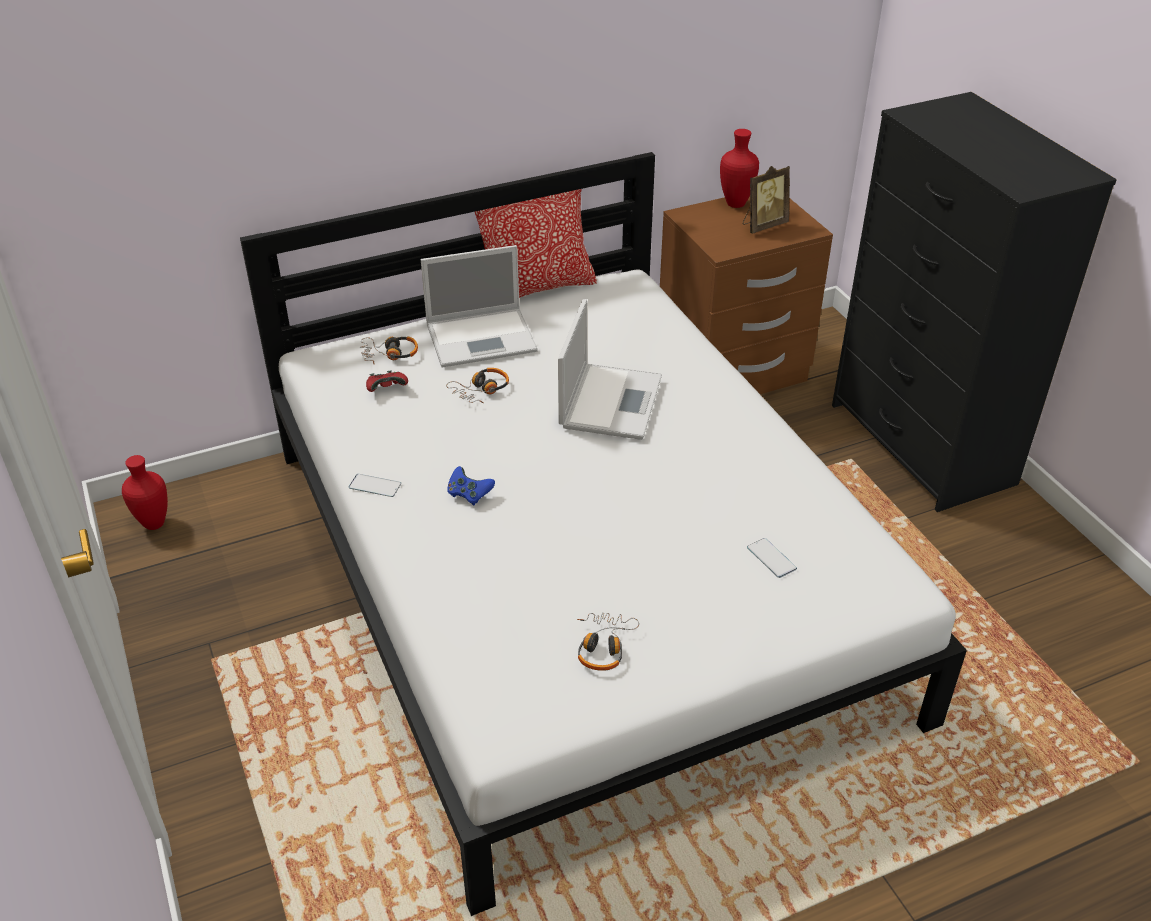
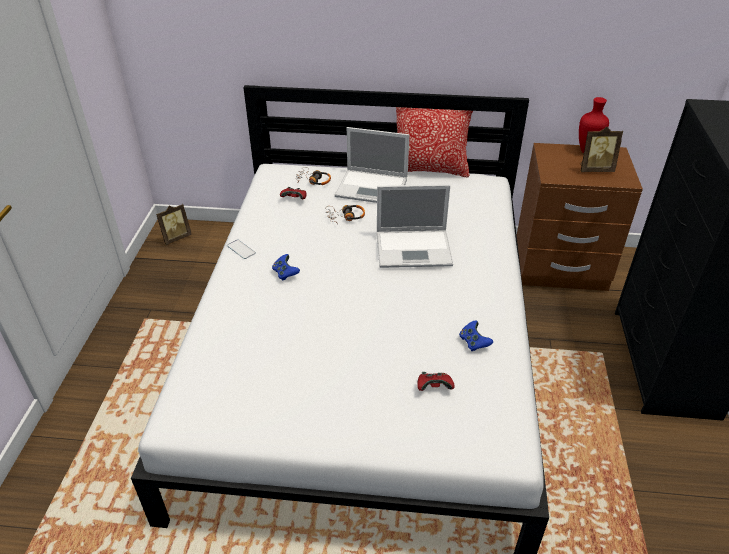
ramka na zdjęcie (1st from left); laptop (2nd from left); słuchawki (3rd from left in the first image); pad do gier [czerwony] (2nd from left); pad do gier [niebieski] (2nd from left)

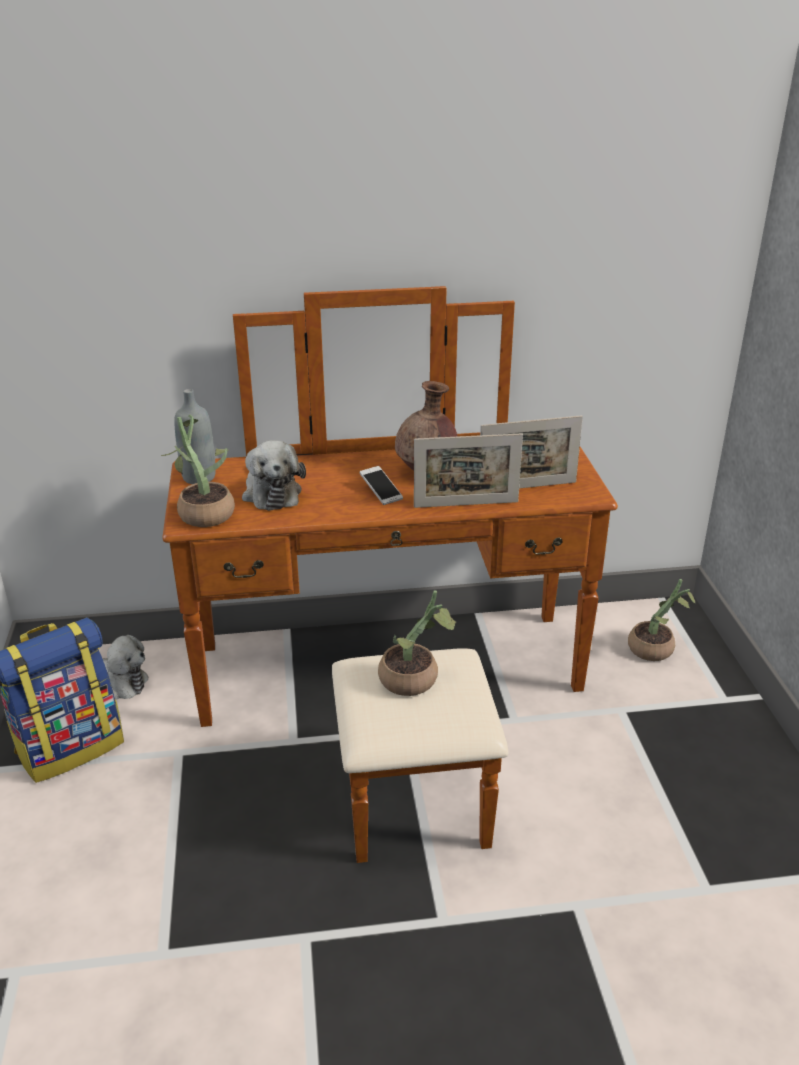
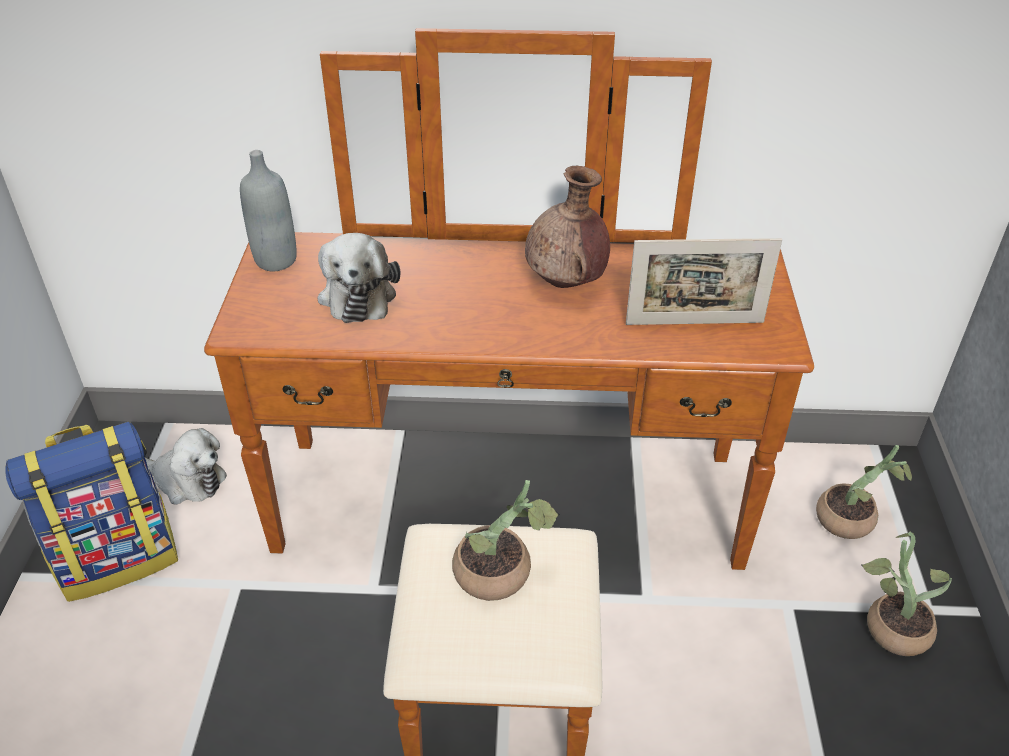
roślina doniczkowa (3rd from left); telefon; ramka na zdjęcie (1st from left in the first image)

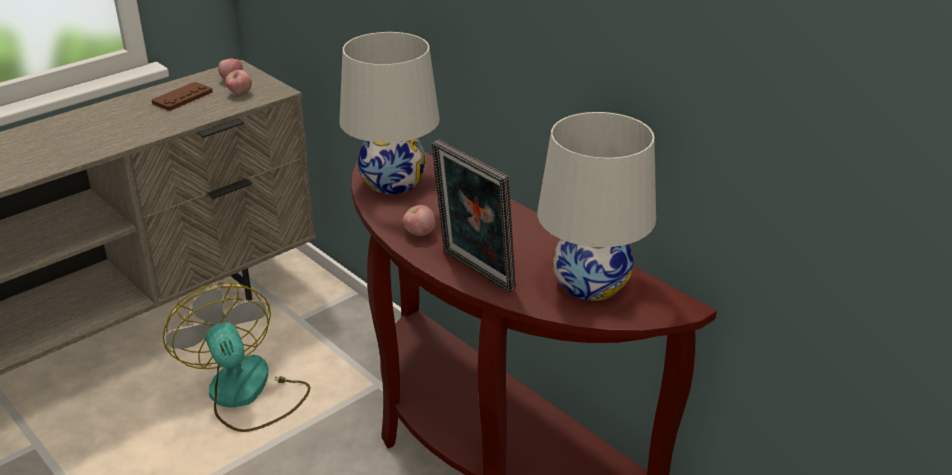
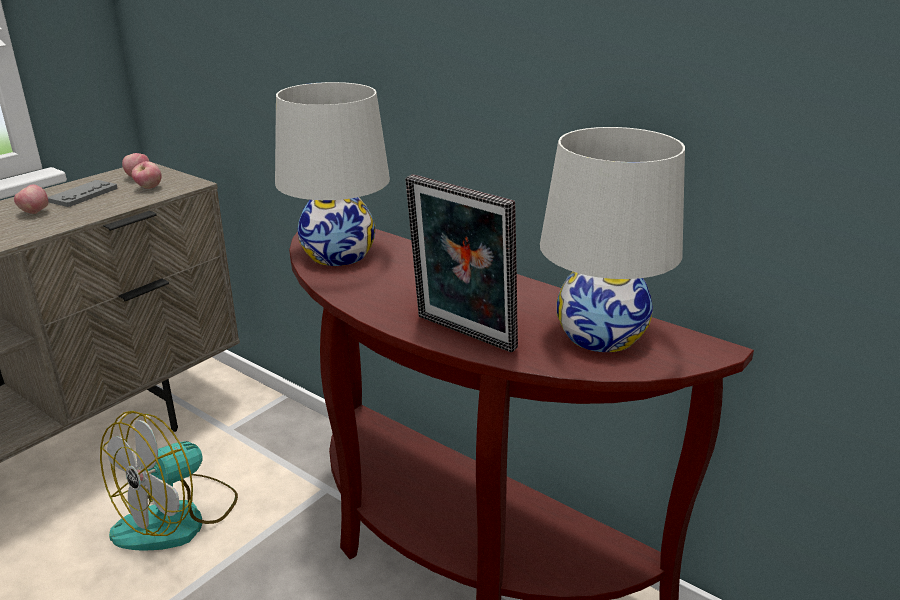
pad do gier [szary]; wentylator; jabłko (1st from left)

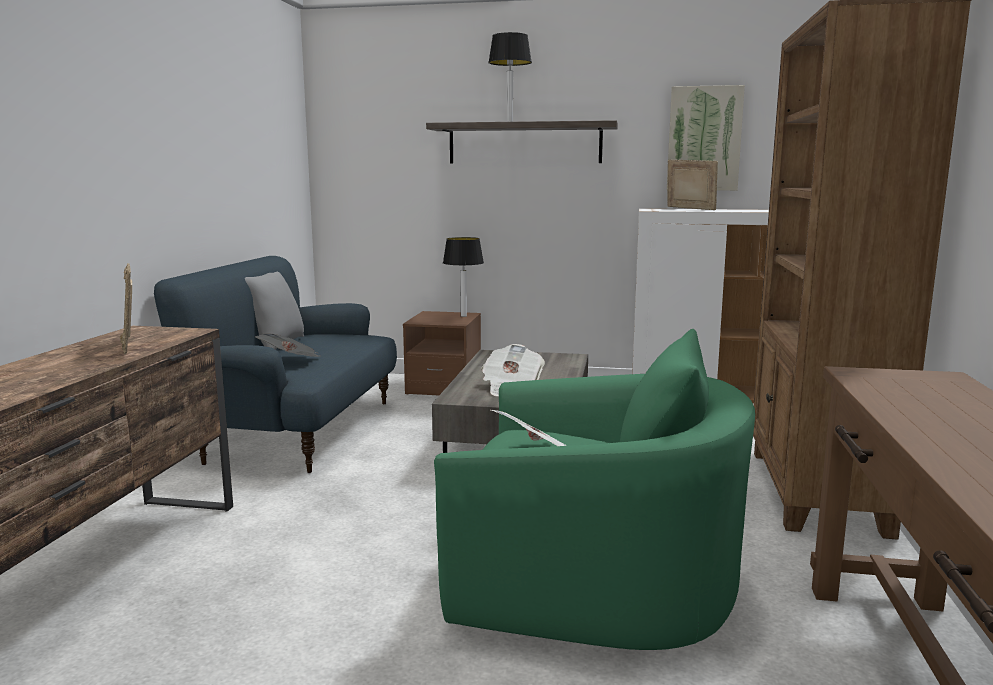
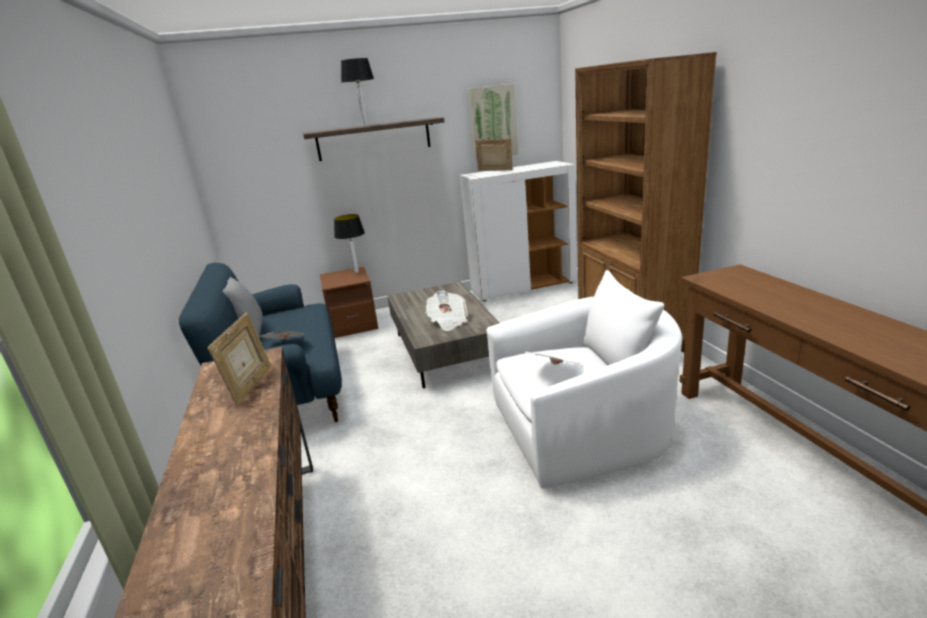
ramka na zdjęcie (1st from left); fotel [biały]

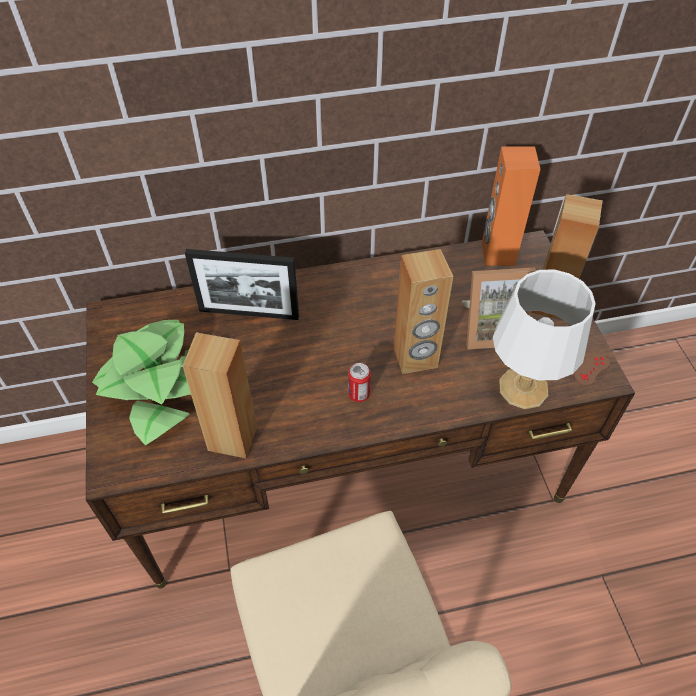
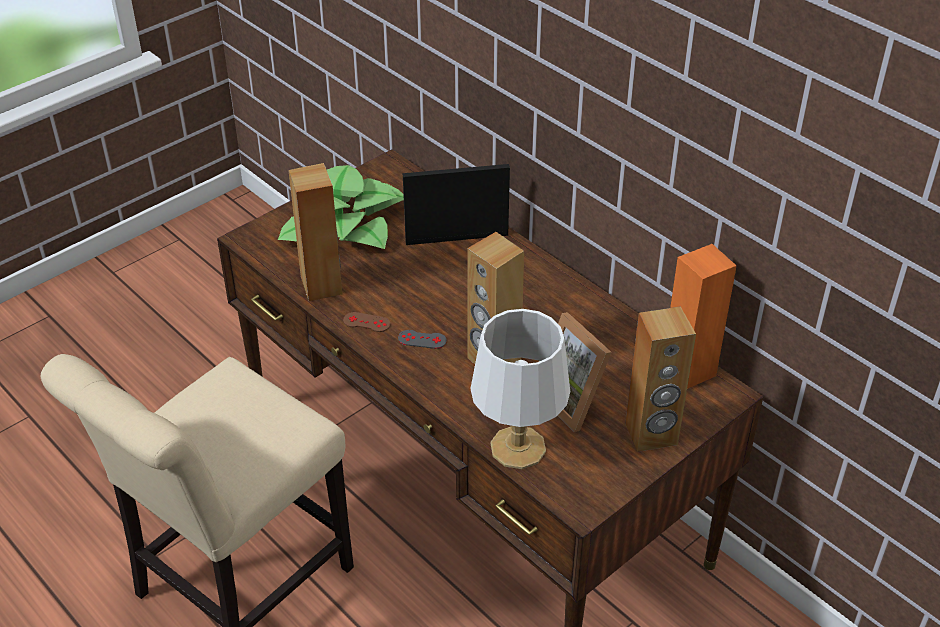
ramka na zdjęcie (1st from left); pad do gier [szary]; pad do gier [brązowy]

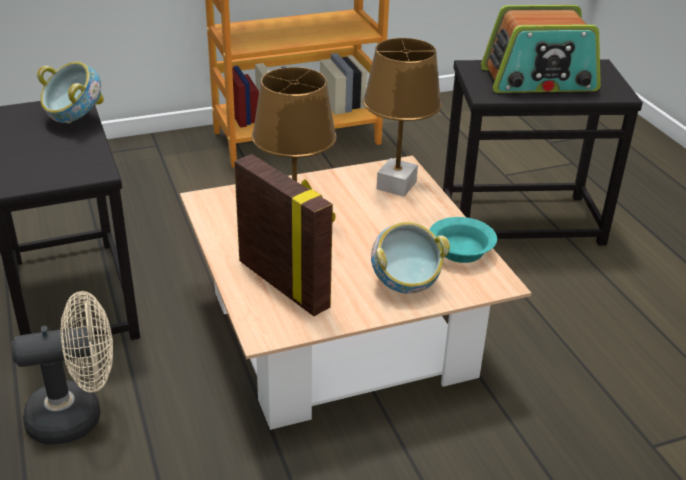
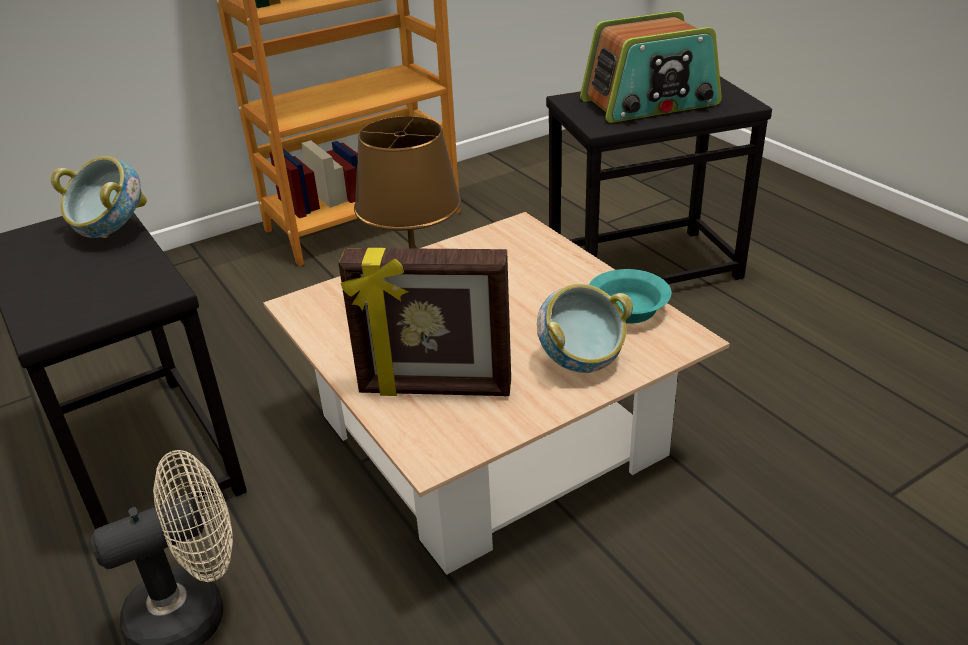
ramka na zdjęcie; lampa stołowa [brązowy] (2nd from left in the first image)

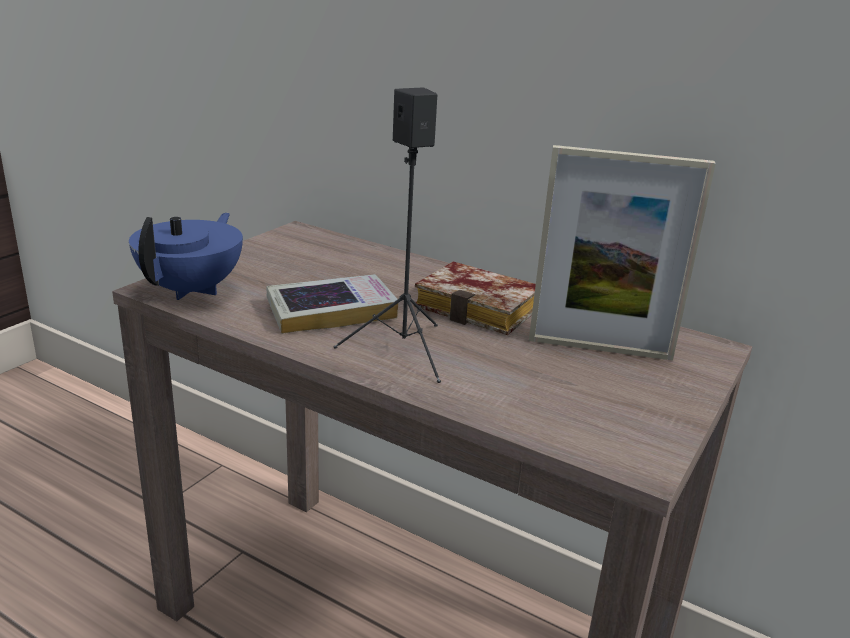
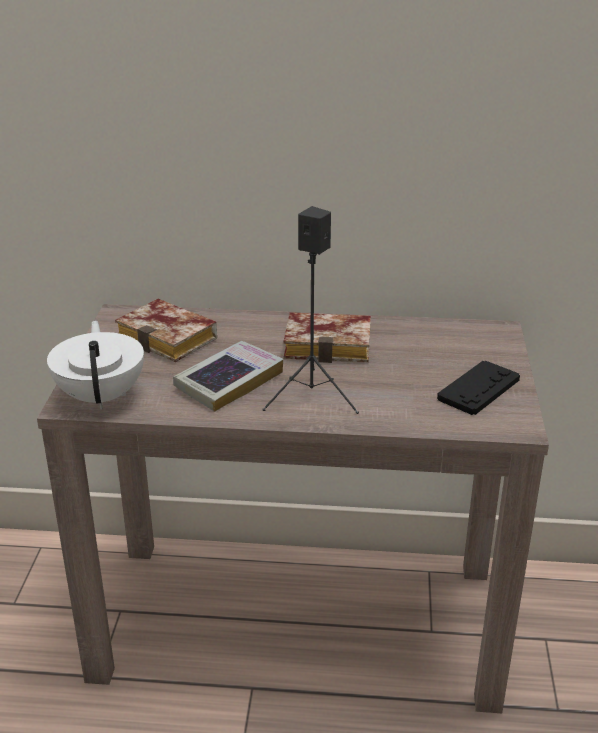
imbryk [biały]; ramka na zdjęcie; książka (1st from left); pad do gier [czarny]

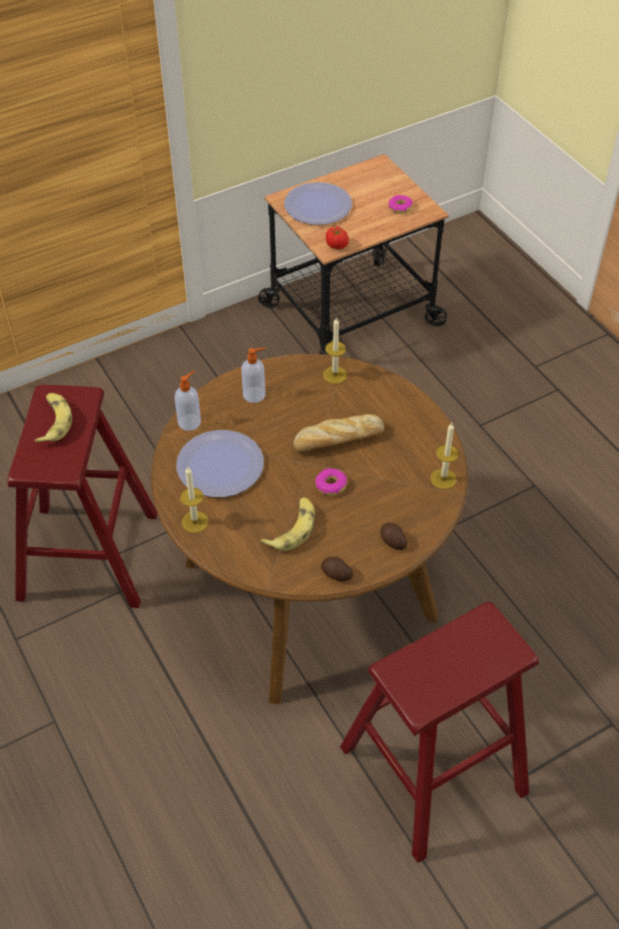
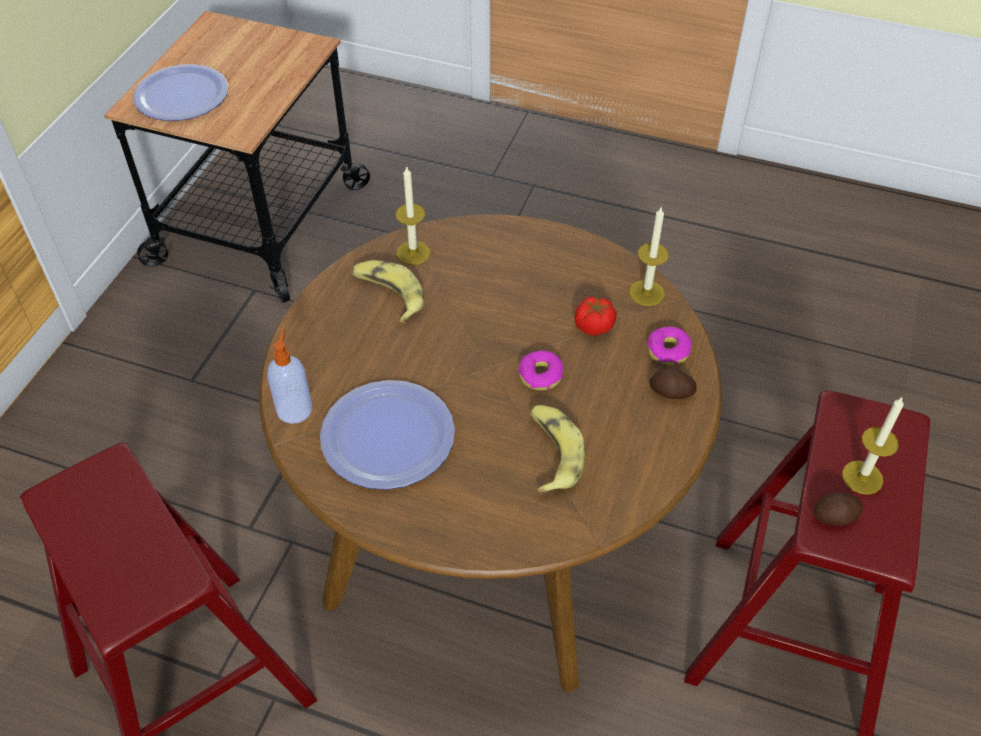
banan (1st from left); świeca (3rd from left); dozownik mydła (2nd from left in the first image); chleb; ziemniak (2nd from left); pomidor; donut (2nd from left)

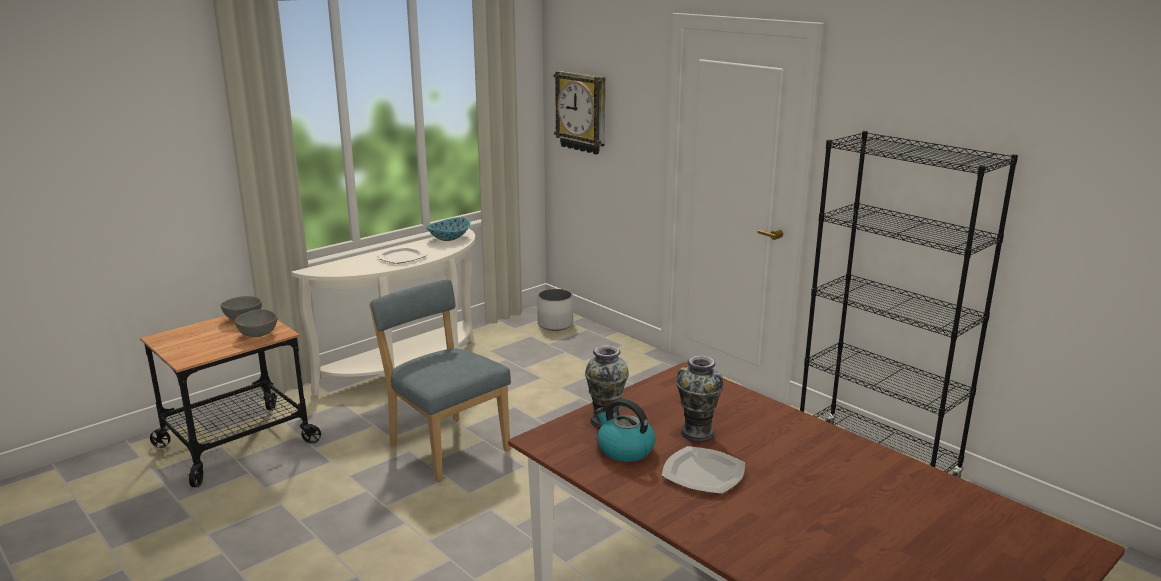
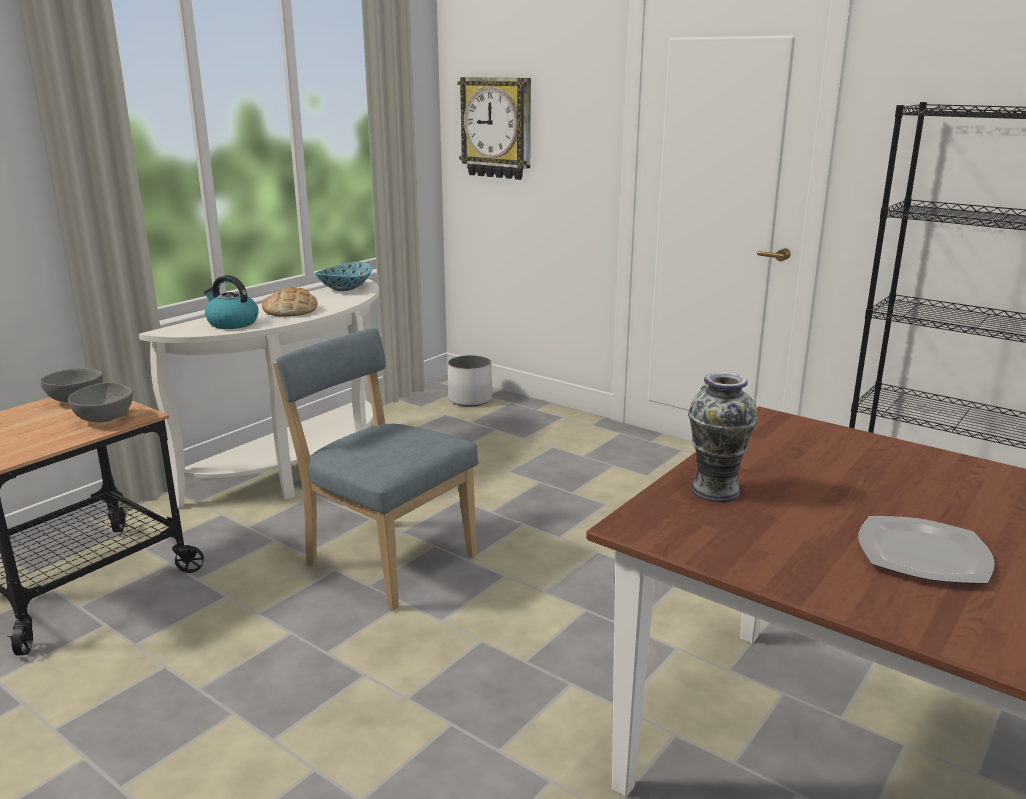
chleb; czajnik; wazon (2nd from left in the first image)

